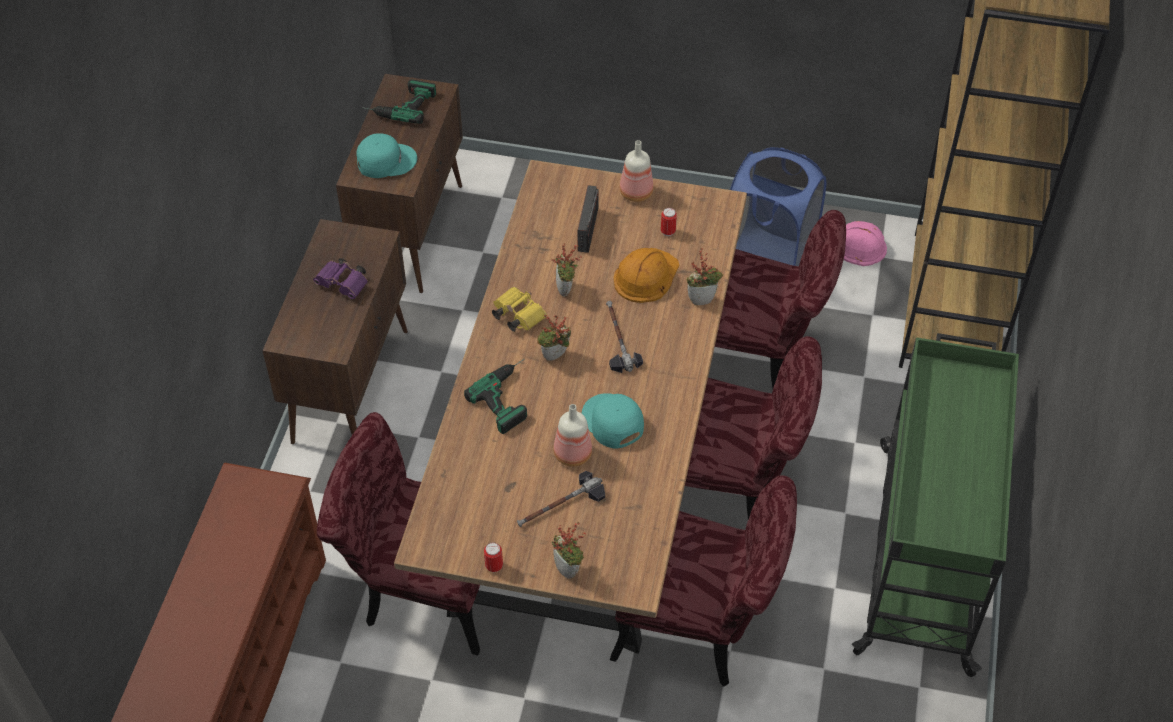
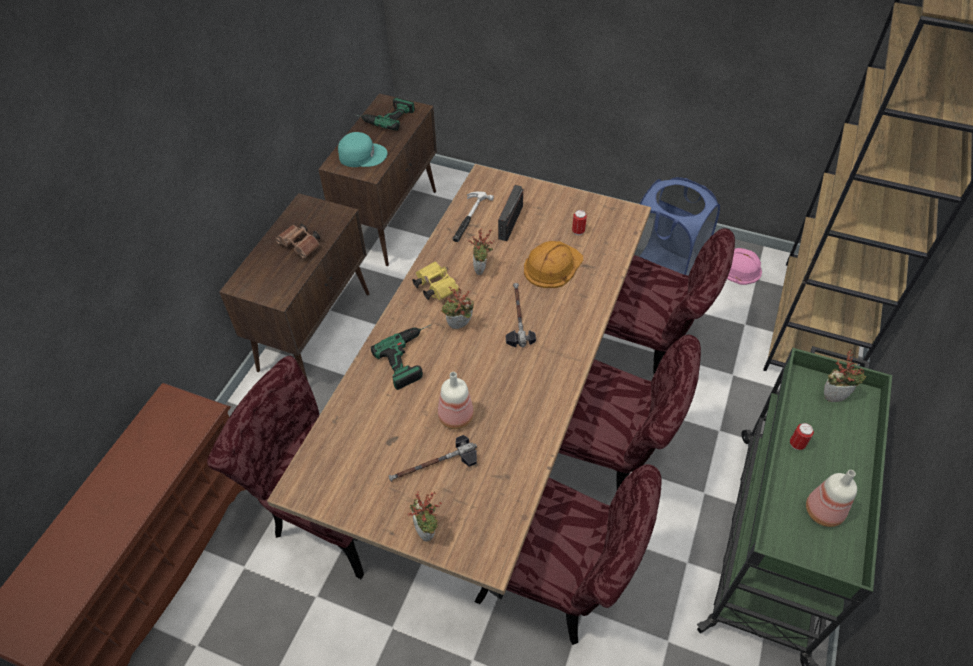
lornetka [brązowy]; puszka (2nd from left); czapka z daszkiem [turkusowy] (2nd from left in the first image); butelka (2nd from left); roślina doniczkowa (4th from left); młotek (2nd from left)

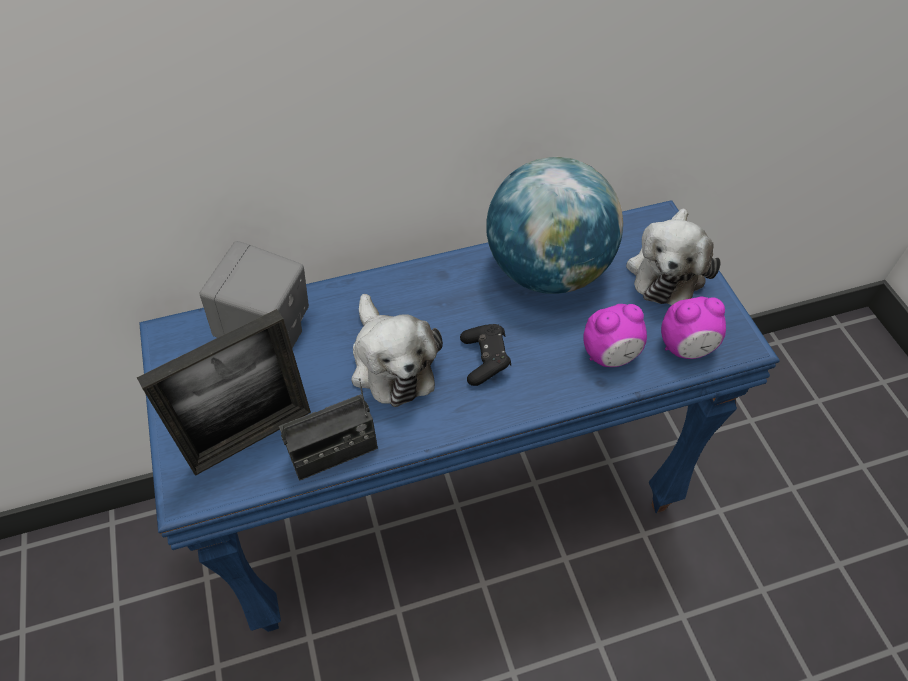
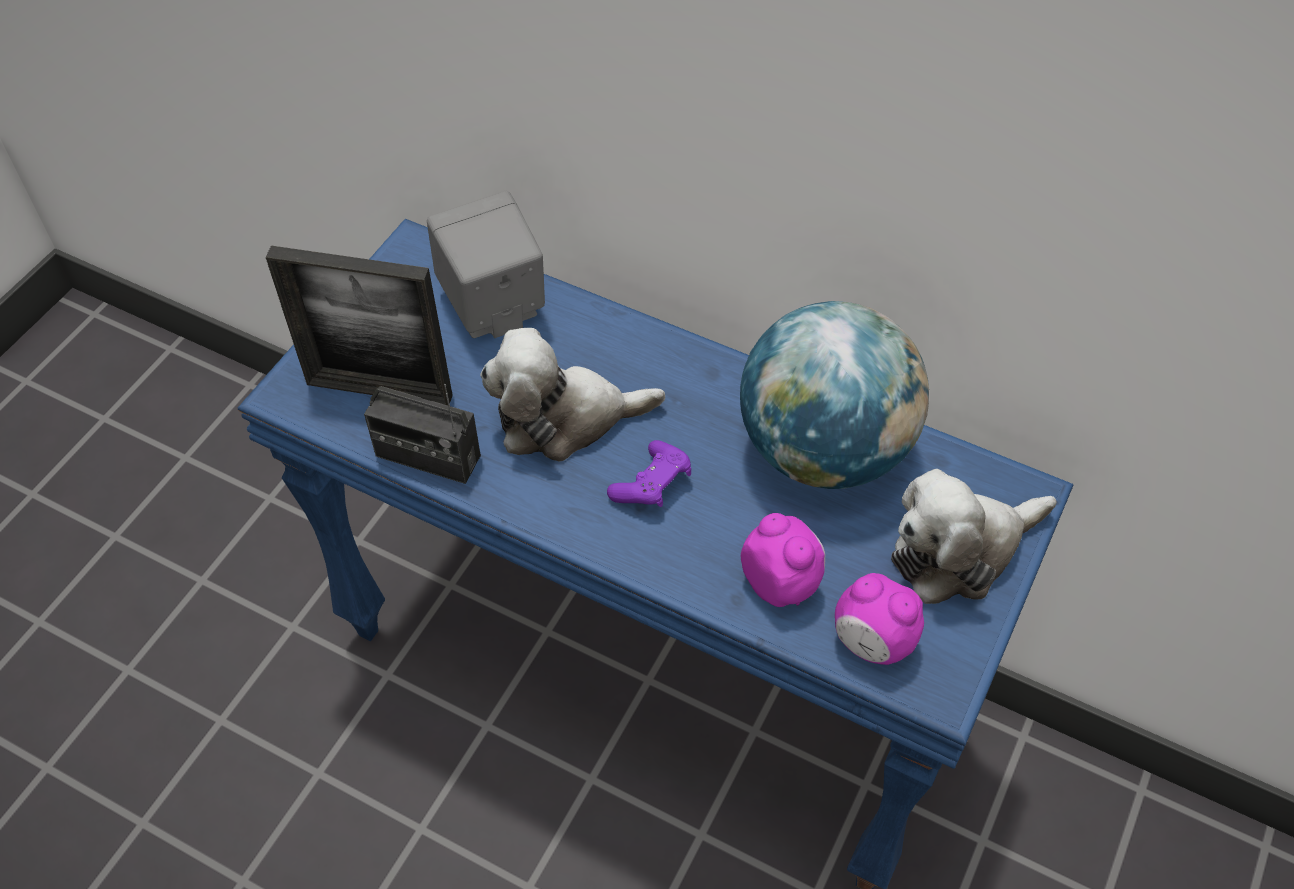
pluszak (1st from left); pad do gier [fioletowy]; budzik (1st from left)

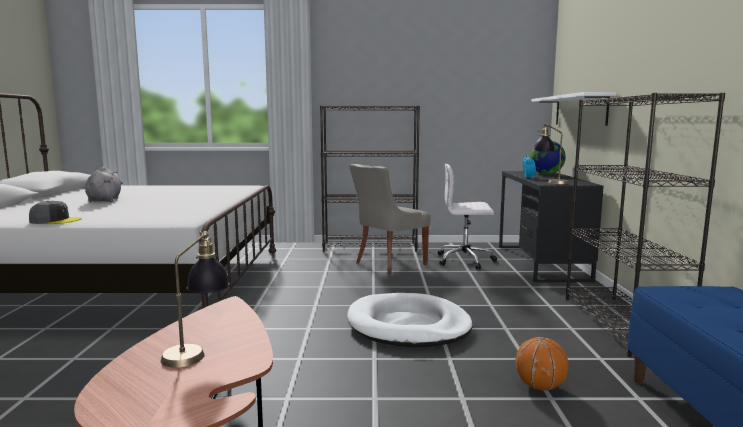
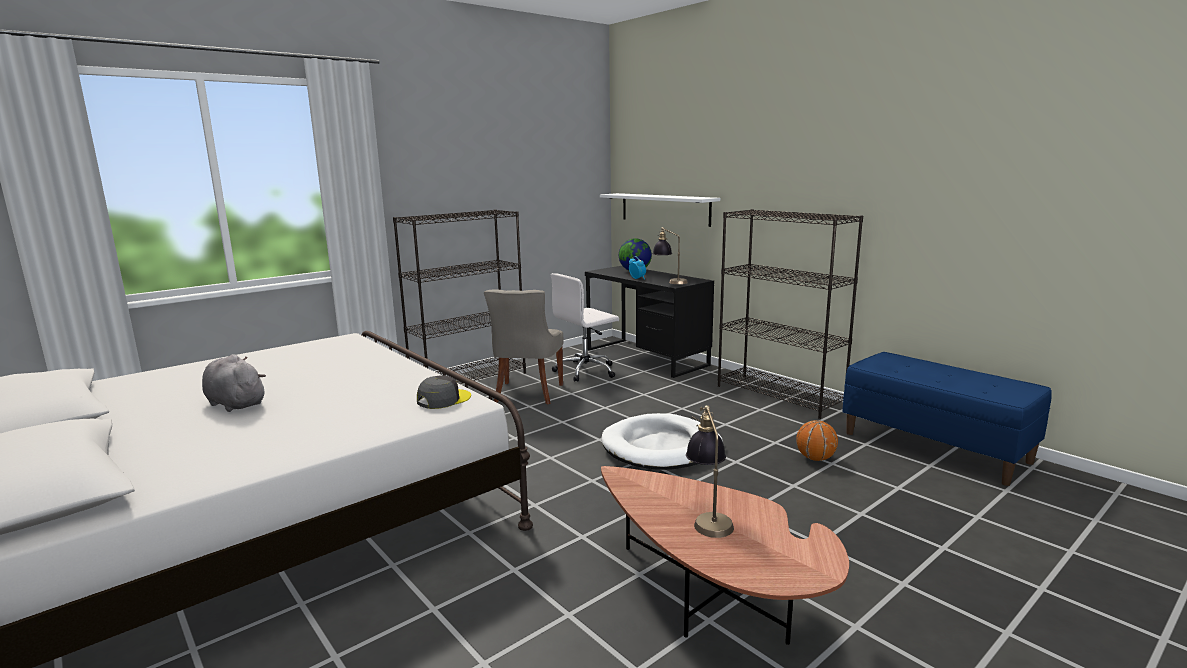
czapka z daszkiem [szary]

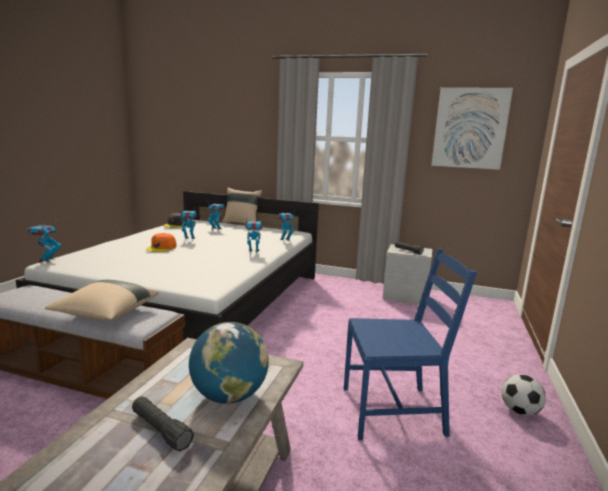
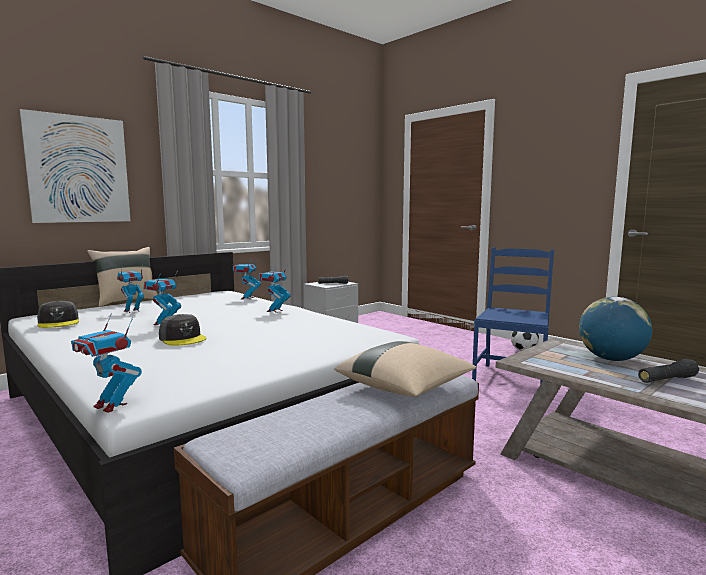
czapka z daszkiem [szary] (2nd from left); obraz

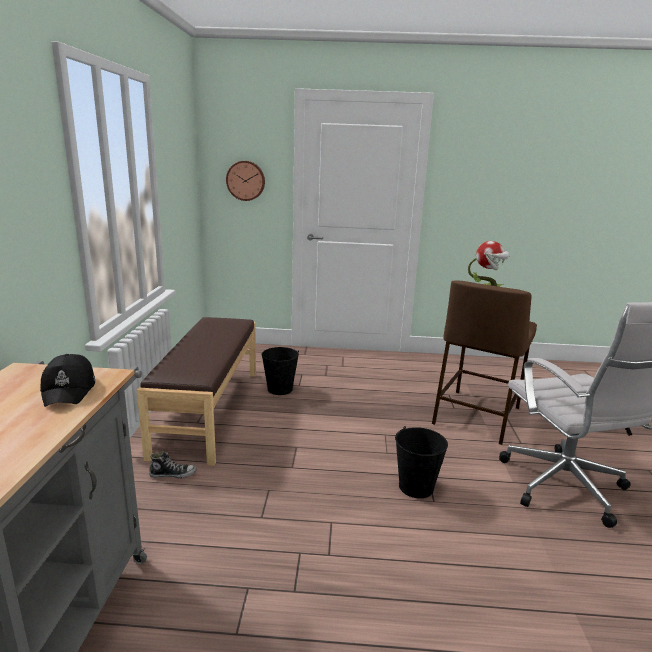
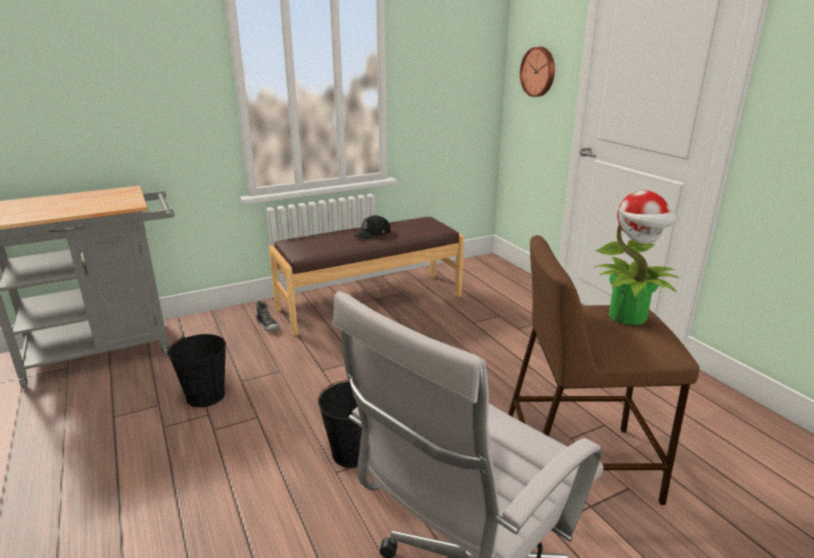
czapka z daszkiem [czarny]; wiadro [czarny] (1st from left)

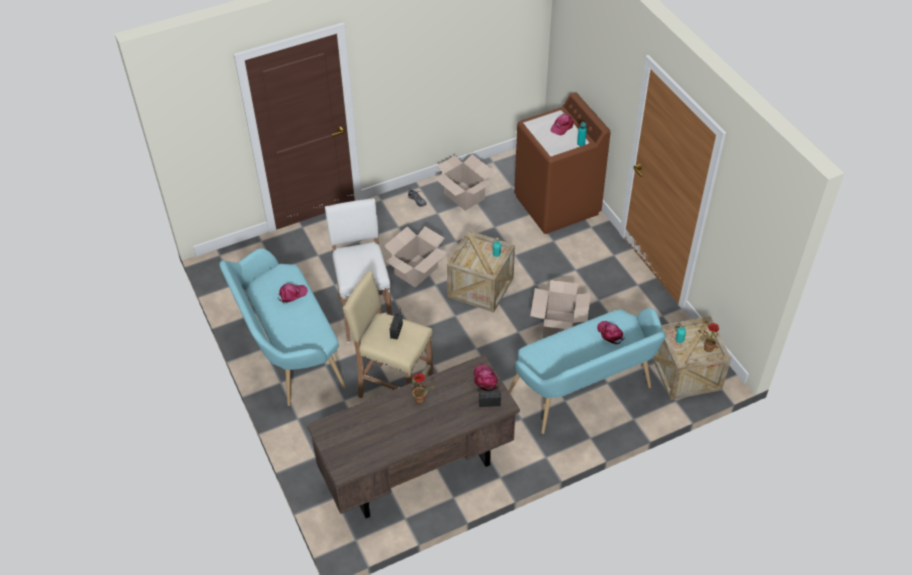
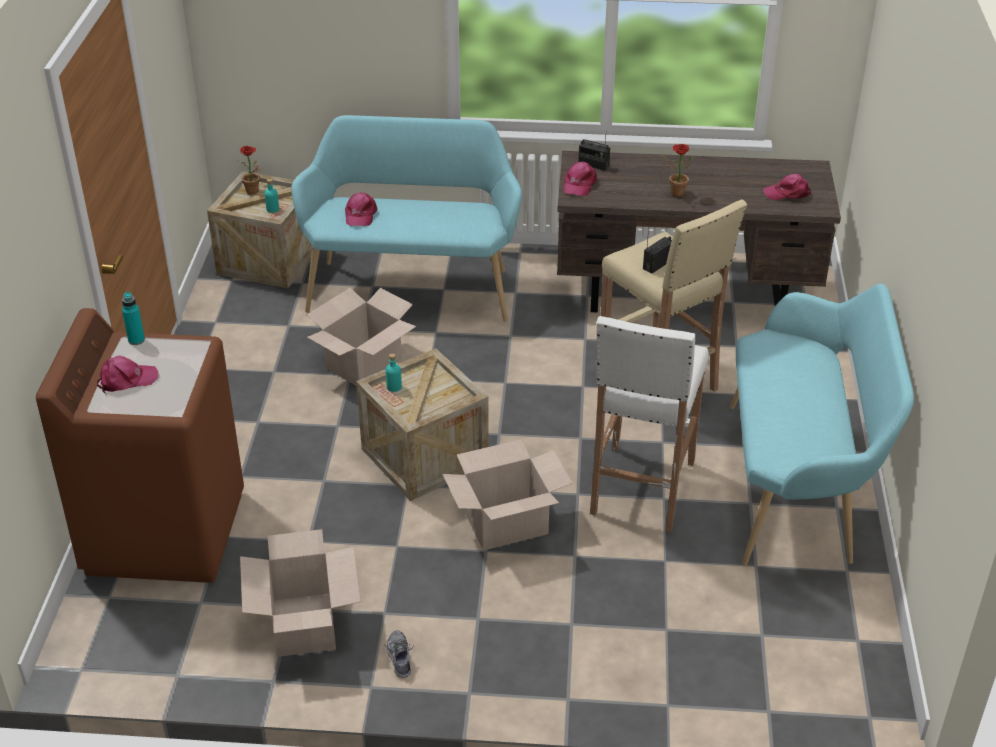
czapka z daszkiem [różowy] (4th from left)

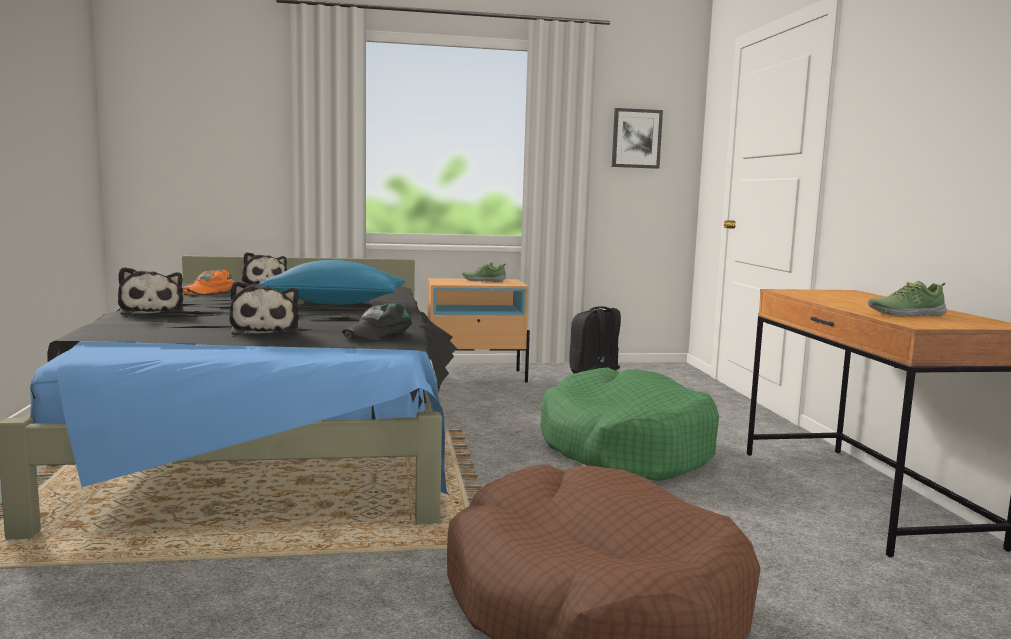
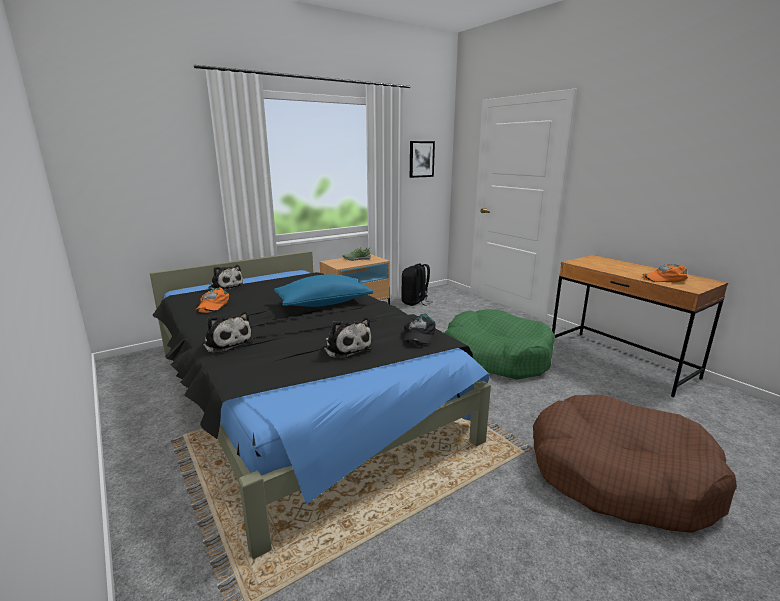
czapka z daszkiem [pomarańczowy] (2nd from left)

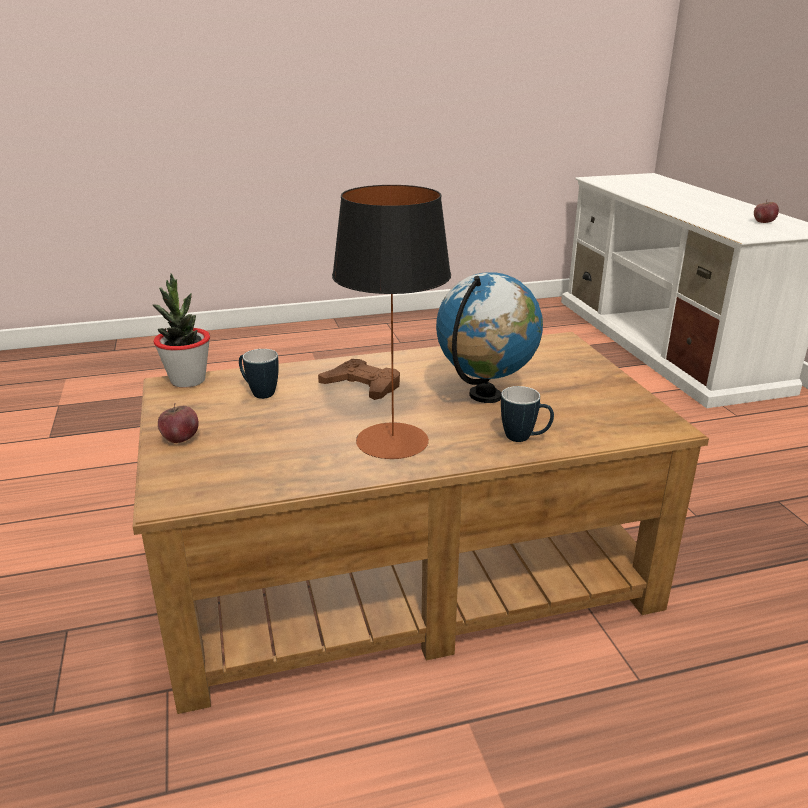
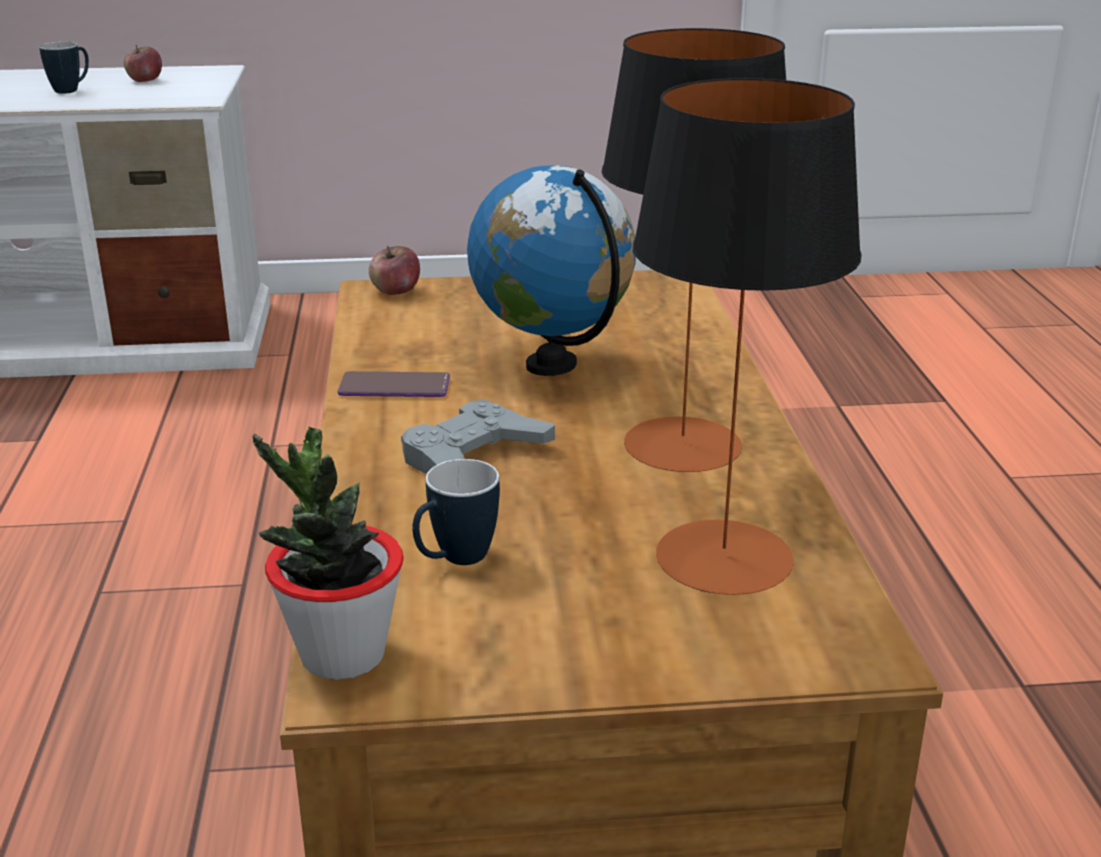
jabłko (2nd from left); pad do gier [szary]; kubek (1st from left); telefon; lampa stołowa (2nd from left)

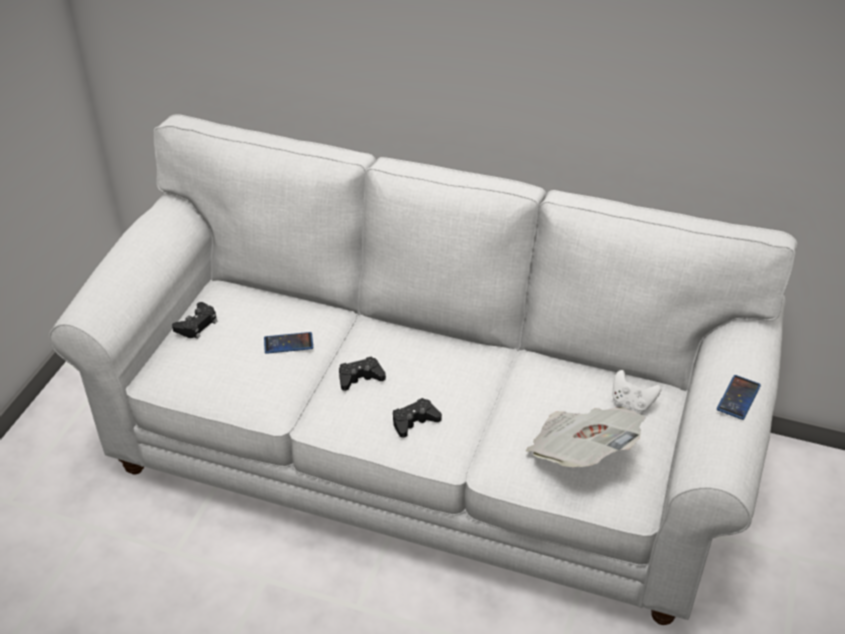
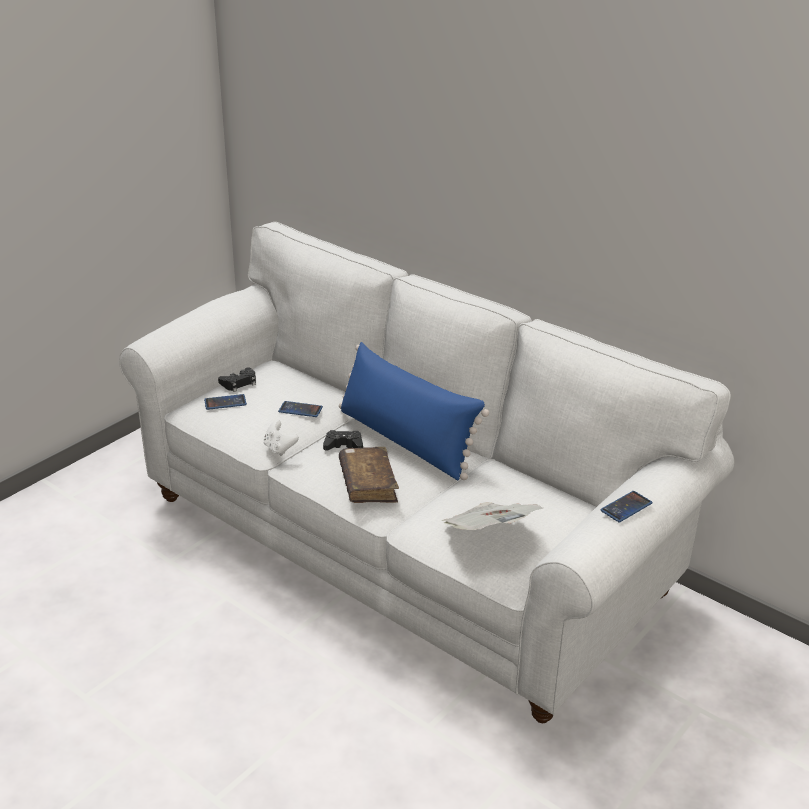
książka [brązowy]; pad do gier [biały]; telefon (1st from left); poduszka [niebieski]

